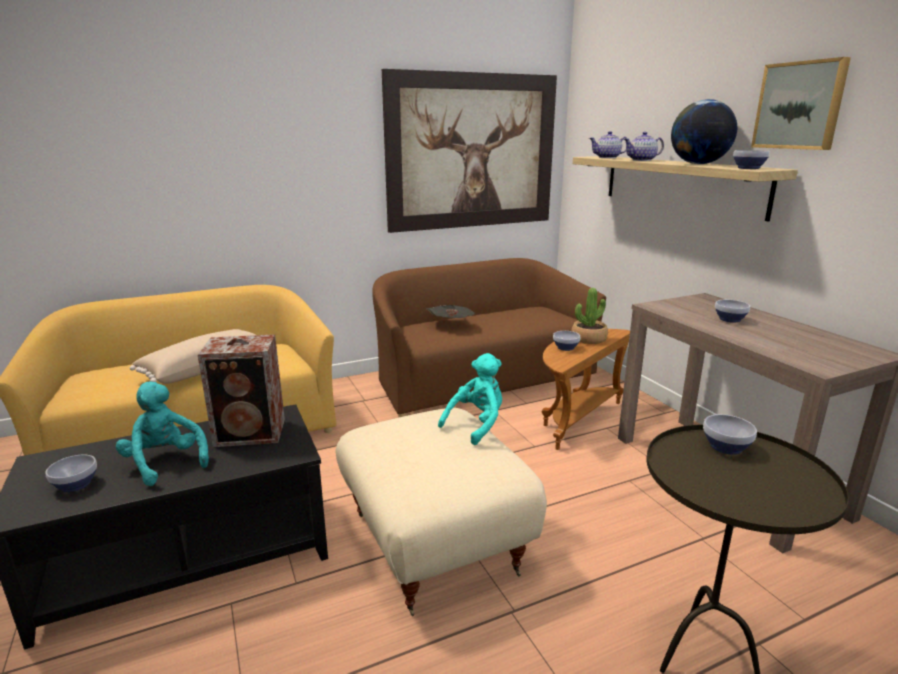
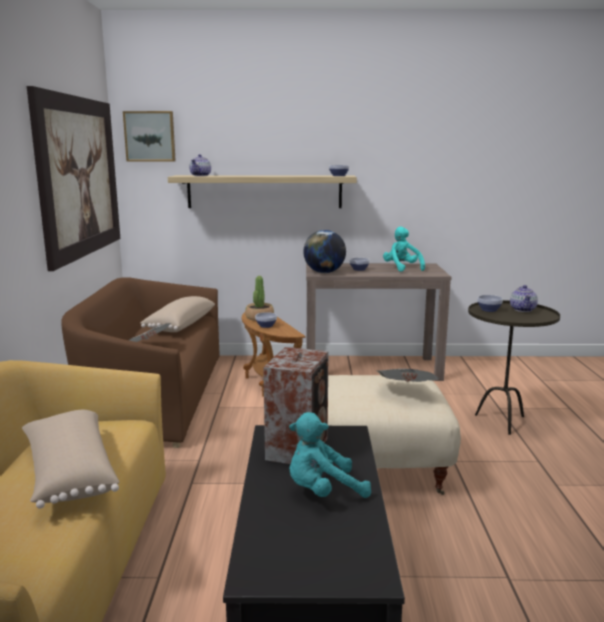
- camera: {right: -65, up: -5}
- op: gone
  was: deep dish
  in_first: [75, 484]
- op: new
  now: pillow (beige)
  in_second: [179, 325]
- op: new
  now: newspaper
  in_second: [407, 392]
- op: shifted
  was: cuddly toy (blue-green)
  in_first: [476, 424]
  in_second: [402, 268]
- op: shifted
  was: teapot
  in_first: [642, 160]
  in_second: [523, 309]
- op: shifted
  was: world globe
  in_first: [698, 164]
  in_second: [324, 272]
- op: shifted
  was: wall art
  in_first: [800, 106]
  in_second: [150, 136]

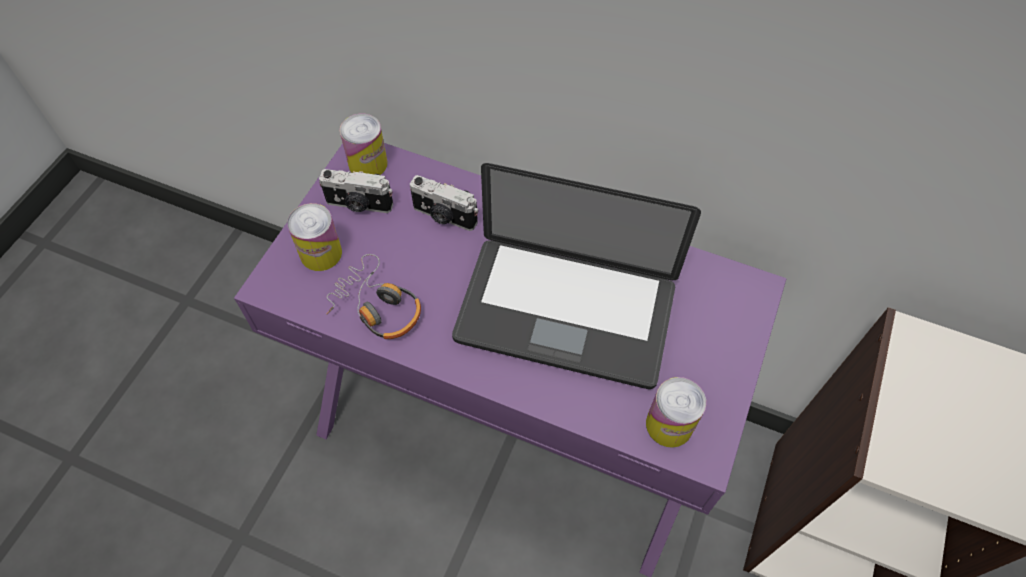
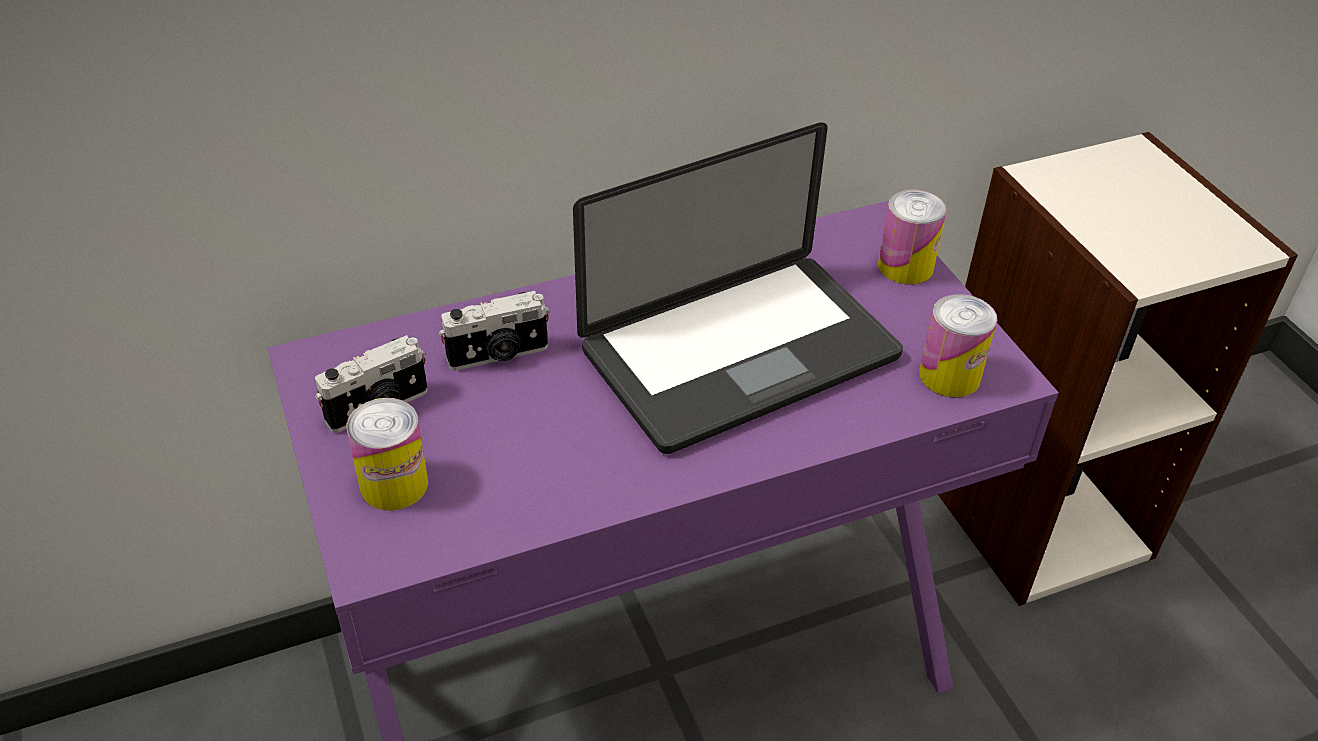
- camera: {right: -45, up: -15}
- op: gone
  was: pair of headphones
  in_first: [377, 306]
- op: shifted
  was: can
  in_first: [368, 164]
  in_second: [905, 266]

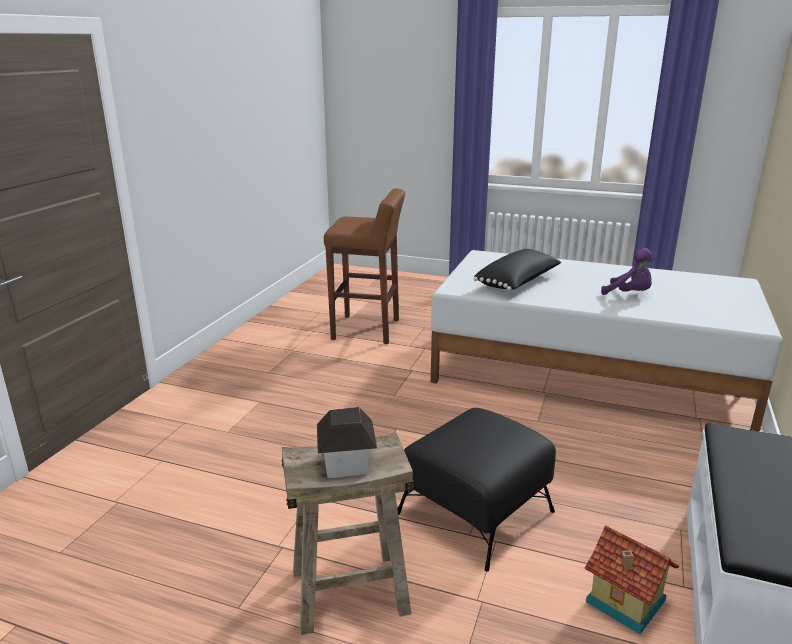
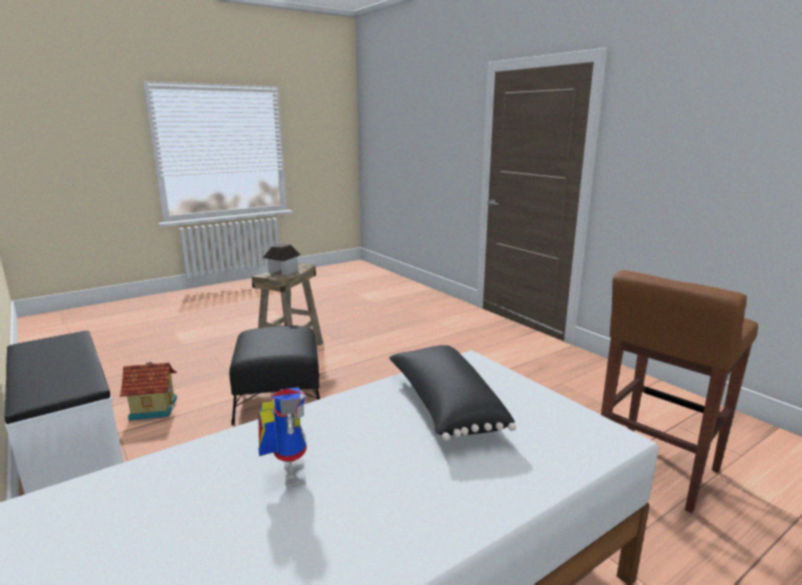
- camera: {right: 125, up: -5}
- op: swapped
  was: cuddly toy (purple)
  now: toy robot
  in_first: [629, 294]
  in_second: [287, 471]

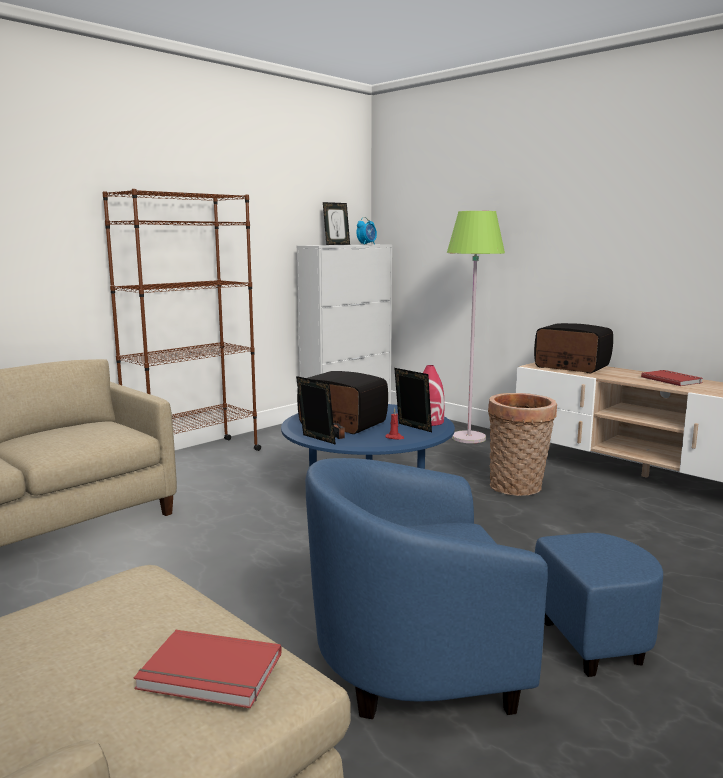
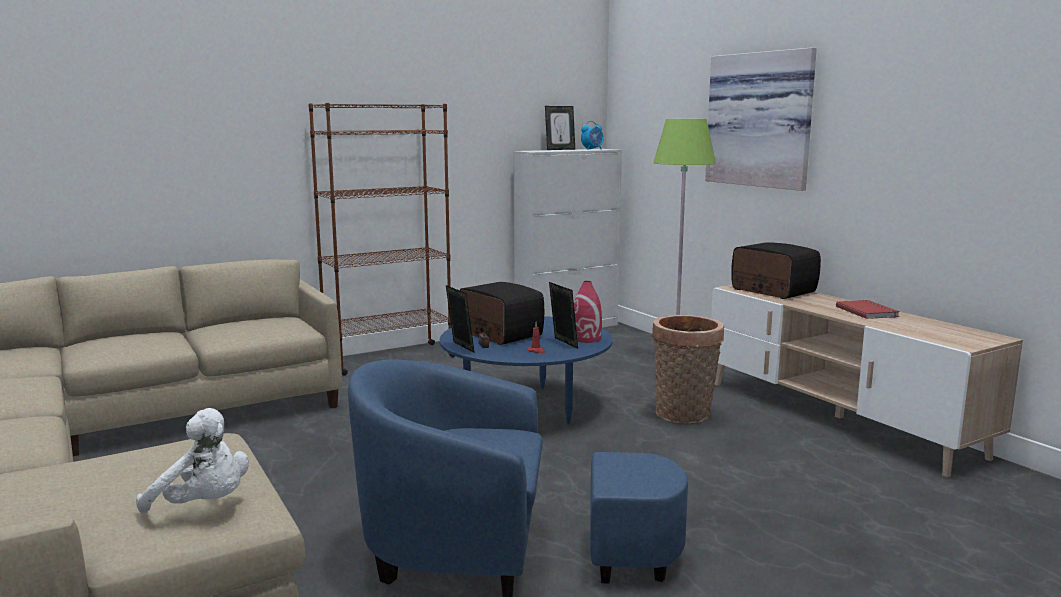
- camera: {right: 15, up: 0}
- op: new
  now: wall art
  in_second: [761, 119]
- op: swapped
  was: book (red)
  now: cuddly toy (whitish)
  in_first: [209, 674]
  in_second: [204, 505]

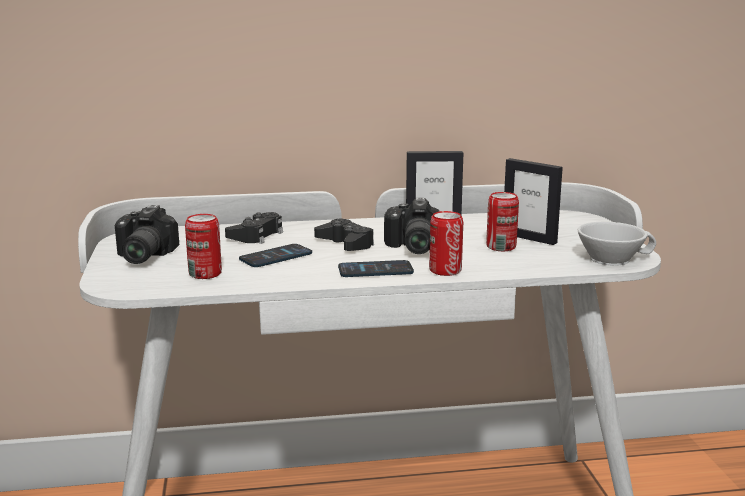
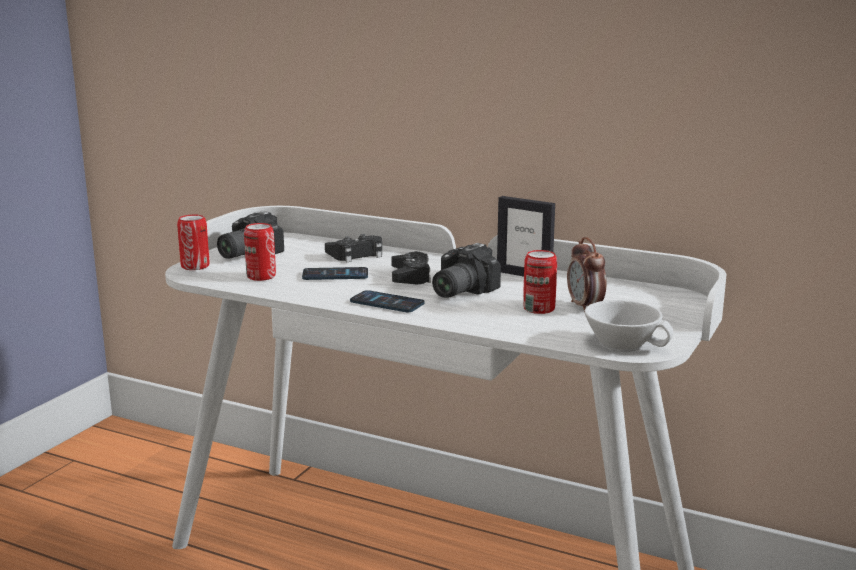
- camera: {right: 35, up: 0}
- op: shifted
  was: can
  in_first: [445, 270]
  in_second: [195, 266]
- op: swapped
  was: photo frame
  now: bedside clock
  in_first: [529, 238]
  in_second: [585, 307]

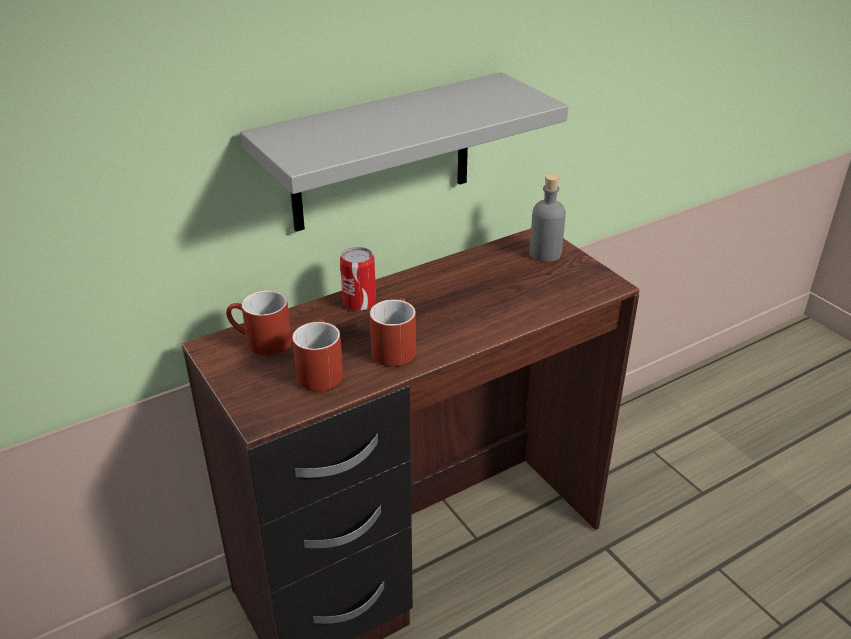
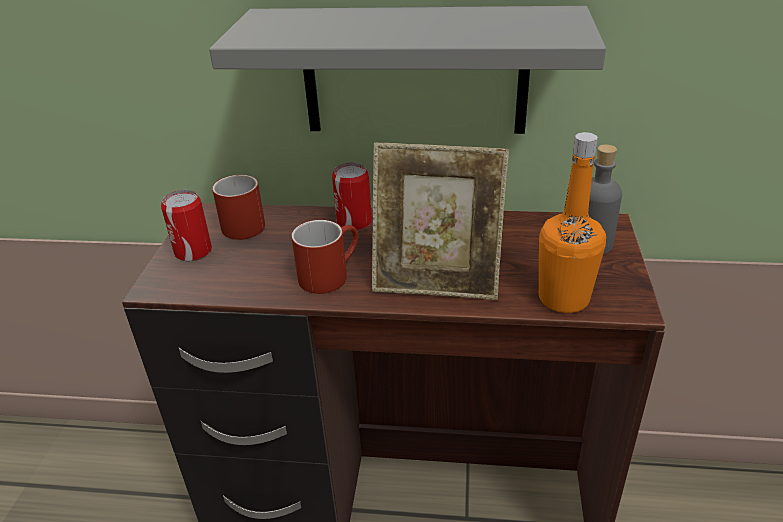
- camera: {right: 40, up: 0}
- op: gone
  was: tea mug (red)
  in_first: [319, 371]
- op: new
  now: can
  in_second: [193, 251]
- op: new
  now: photo frame
  in_second: [437, 281]
- op: new
  now: drink bottle (orange-coloured)
  in_second: [563, 298]

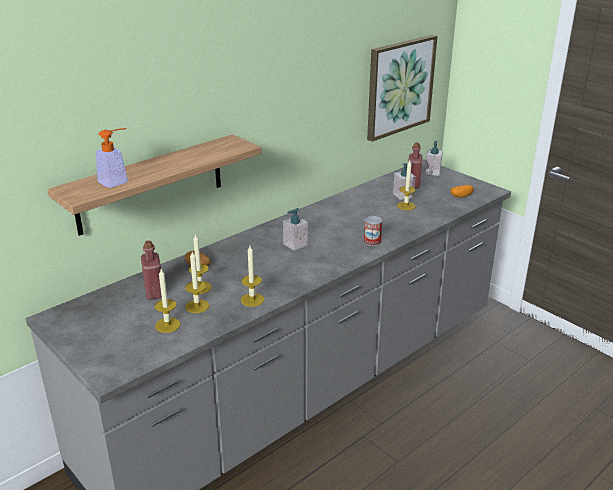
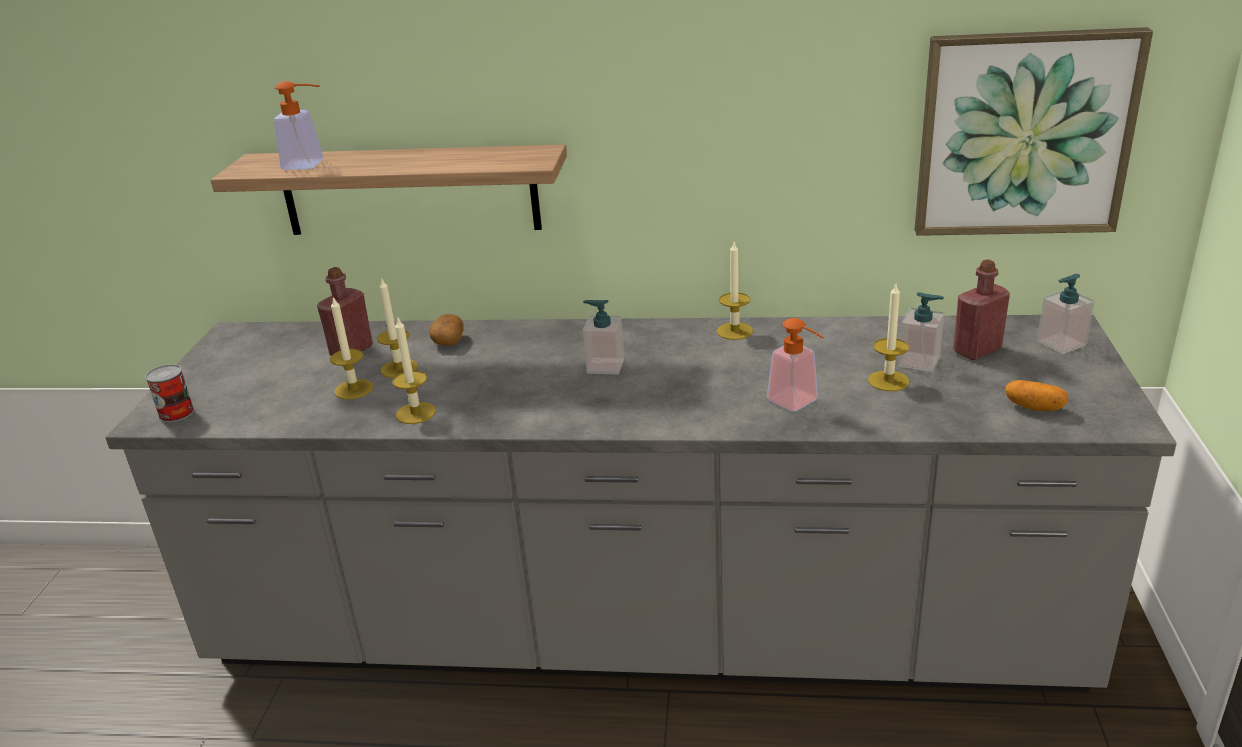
- camera: {right: 50, up: 0}
- op: new
  now: soap dispenser
  in_second: [798, 403]
- op: shifted
  was: wax candle
  in_first: [167, 325]
  in_second: [734, 331]
- op: shifted
  was: can
  in_first: [372, 241]
  in_second: [176, 413]

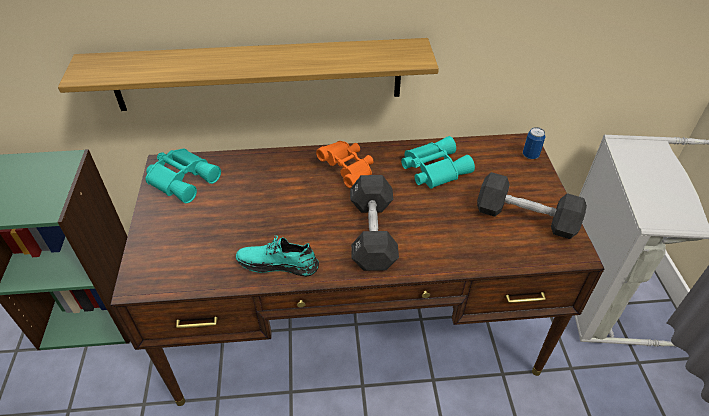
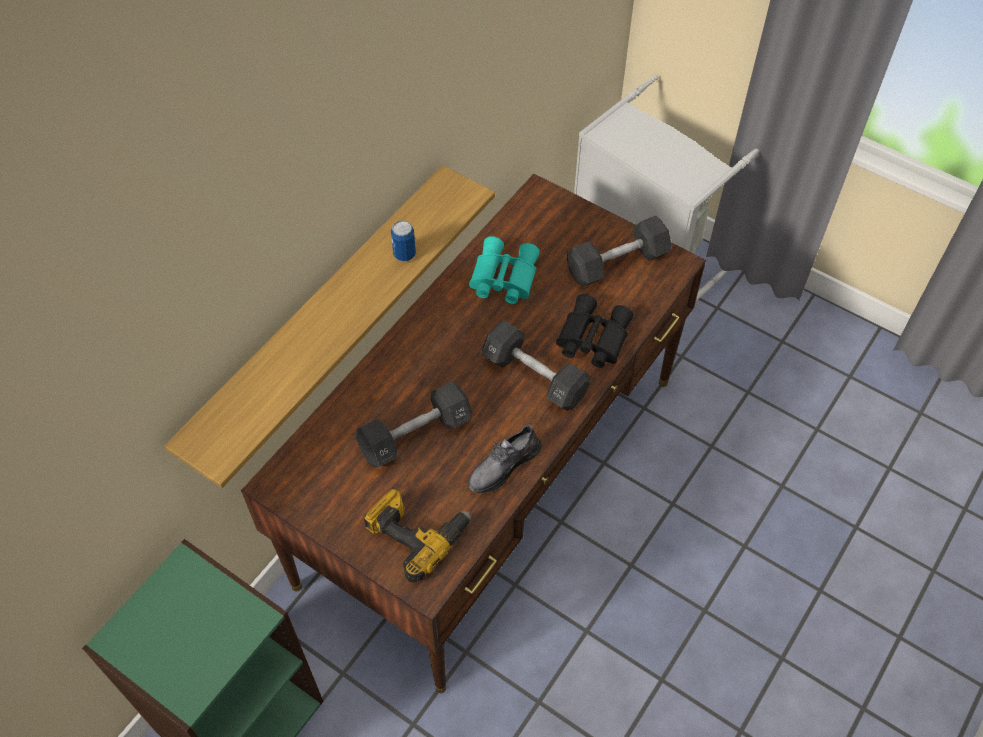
- camera: {right: -50, up: 10}
- op: gone
  was: binoculars (blue-green)
  in_first: [183, 178]
- op: gone
  was: binoculars (orange-coloured)
  in_first: [348, 170]
- op: new
  now: dumbbell (black)
  in_second: [415, 435]
- op: new
  now: power drill
  in_second: [416, 533]
- op: new
  now: binoculars (black)
  in_second: [591, 338]
- op: shifted
  was: can
  in_first: [530, 155]
  in_second: [404, 254]
- op: repainted
  was: low shoe (blue-green)
  now: low shoe (gray)
  in_first: [278, 263]
  in_second: [503, 465]

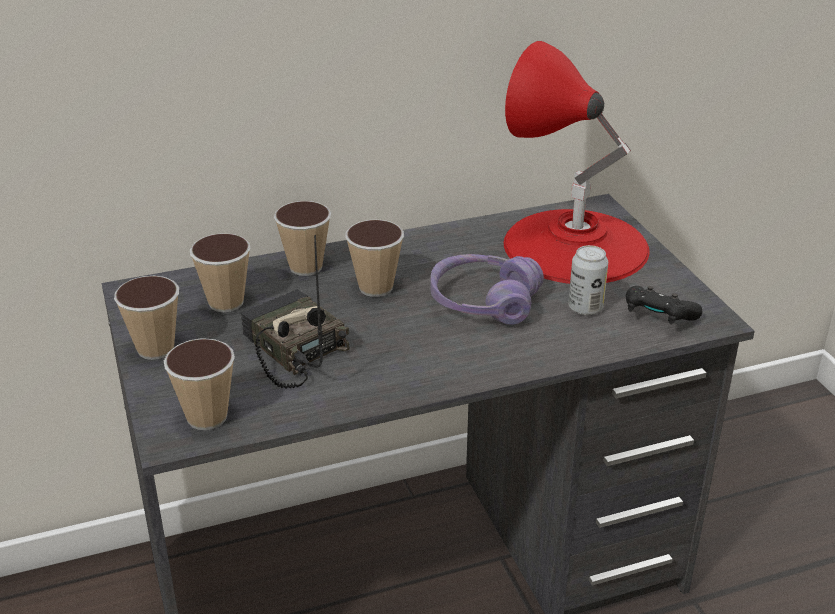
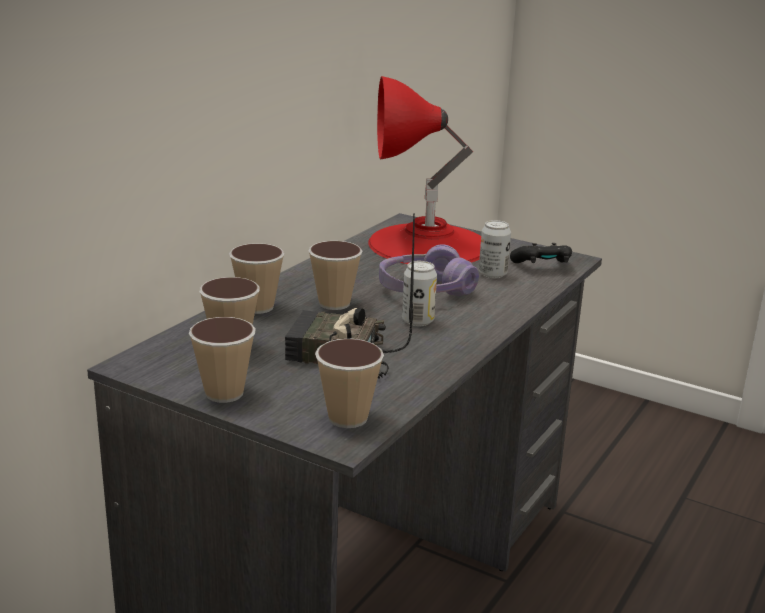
- camera: {right: -40, up: -10}
- op: new
  now: can
  in_second: [418, 321]

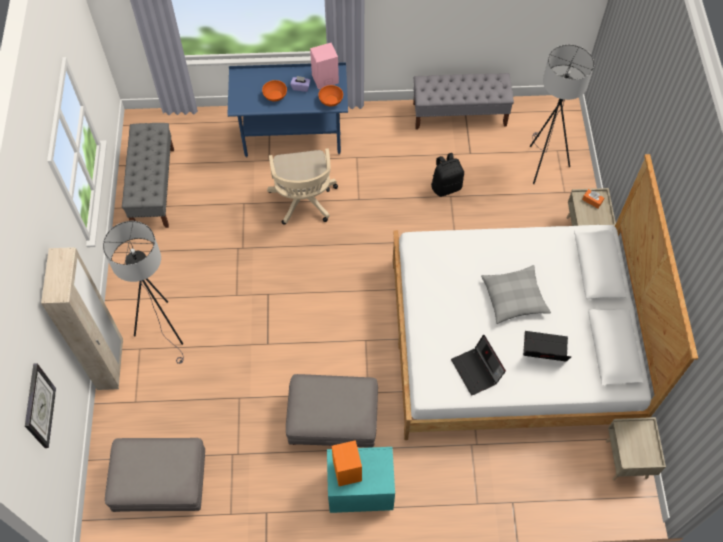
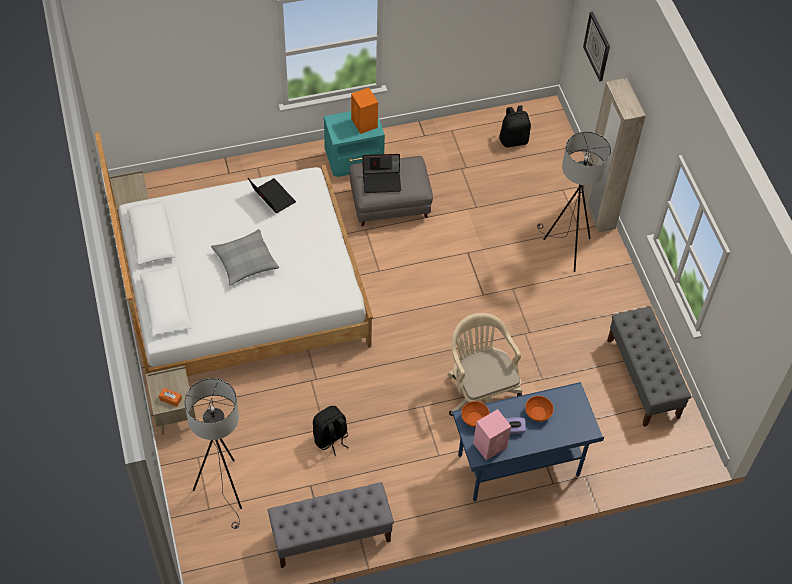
- camera: {right: 165, up: -5}
- op: shifted
  was: laptop
  in_first: [544, 350]
  in_second: [382, 180]
- op: swapped
  was: ottoman (gray)
  now: backpack (black)
  in_first: [161, 484]
  in_second: [513, 140]

